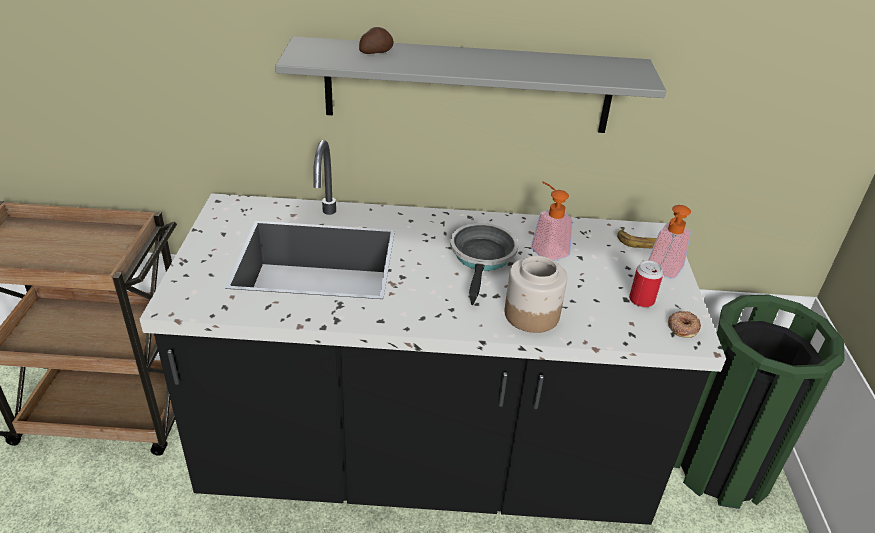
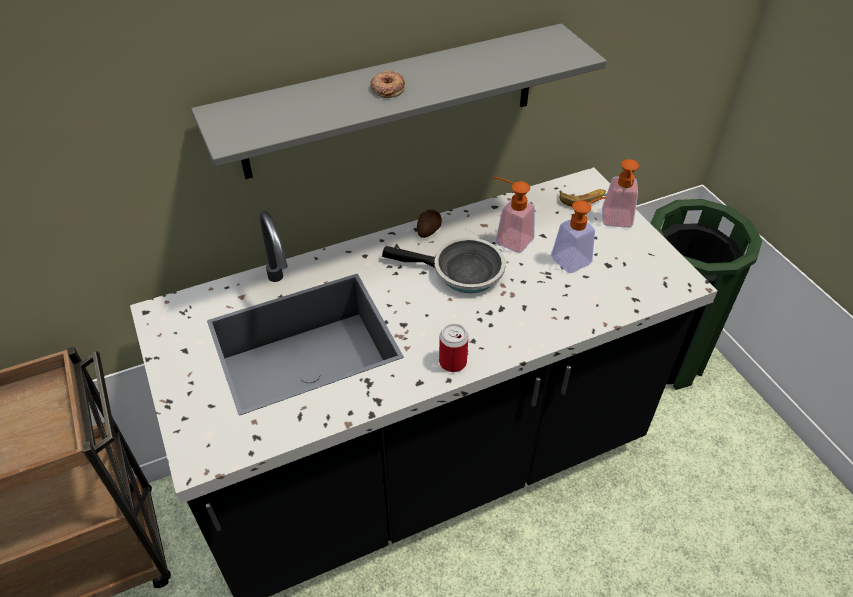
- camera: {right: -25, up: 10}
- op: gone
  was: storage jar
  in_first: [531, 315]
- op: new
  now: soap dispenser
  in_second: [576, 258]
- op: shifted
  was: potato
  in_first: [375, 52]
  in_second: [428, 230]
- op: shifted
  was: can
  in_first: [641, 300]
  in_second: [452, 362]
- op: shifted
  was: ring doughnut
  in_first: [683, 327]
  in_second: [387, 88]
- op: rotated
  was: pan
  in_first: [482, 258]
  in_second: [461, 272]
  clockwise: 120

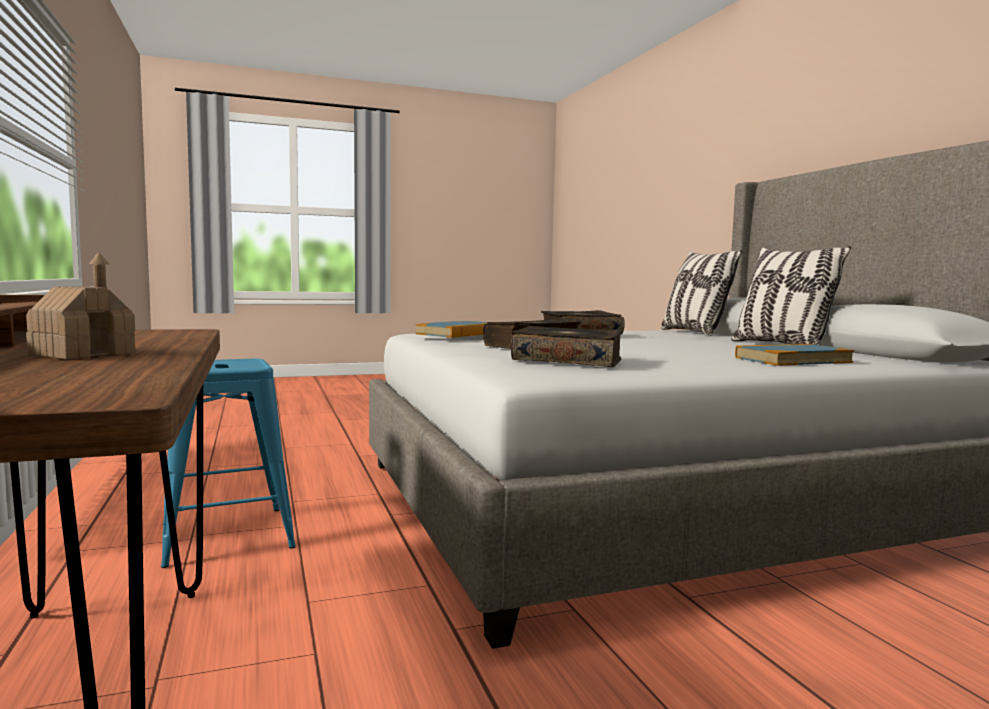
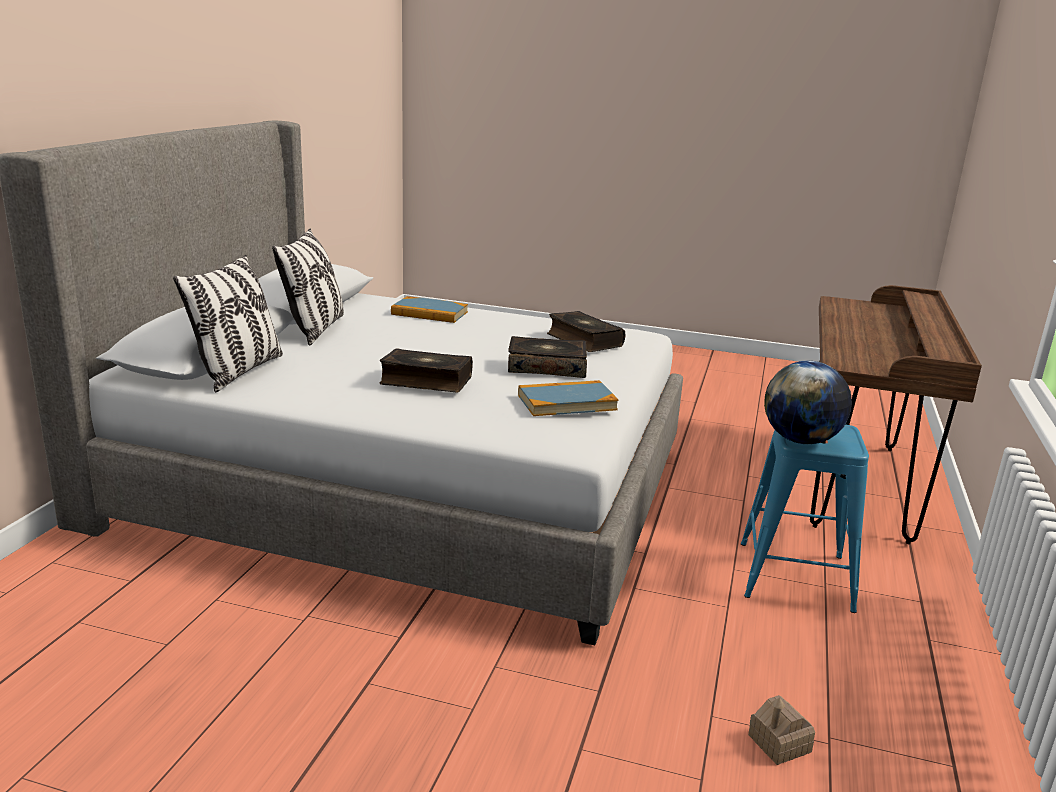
- camera: {right: -145, up: 15}
- op: new
  now: world globe
  in_second: [801, 440]
- op: shifted
  was: toy house
  in_first: [83, 354]
  in_second: [779, 743]

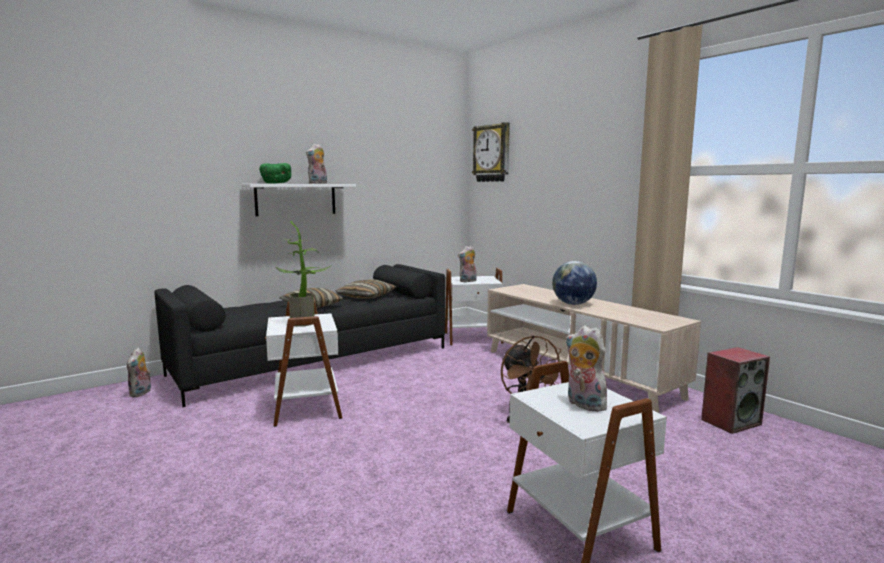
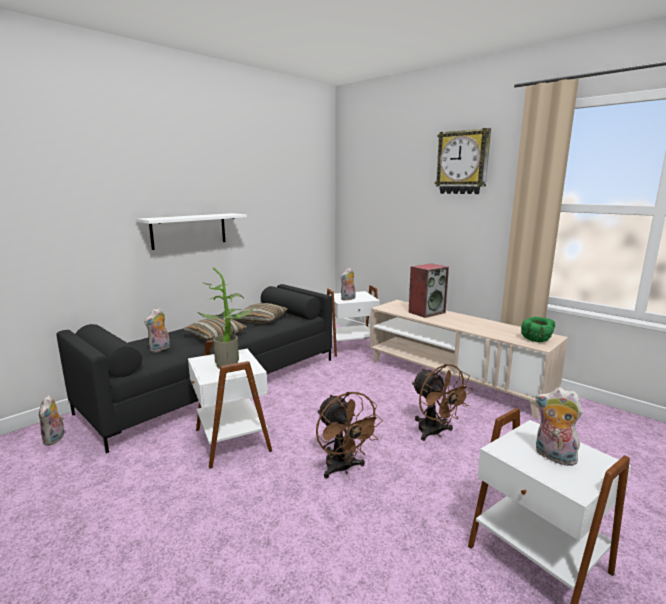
- camera: {right: -10, up: 5}
- op: gone
  was: world globe
  in_first: [573, 304]
- op: new
  now: fan (brown)
  in_second: [343, 469]
- op: shifted
  was: deep dish (greenish)
  in_first: [275, 183]
  in_second: [537, 340]
- op: shifted
  was: cuddly toy
  in_first: [318, 183]
  in_second: [160, 349]
- op: shifted
  was: wall clock
  in_first: [492, 153]
  in_second: [462, 162]
- op: shifted
  was: speaker
  in_first: [731, 421]
  in_second: [426, 312]

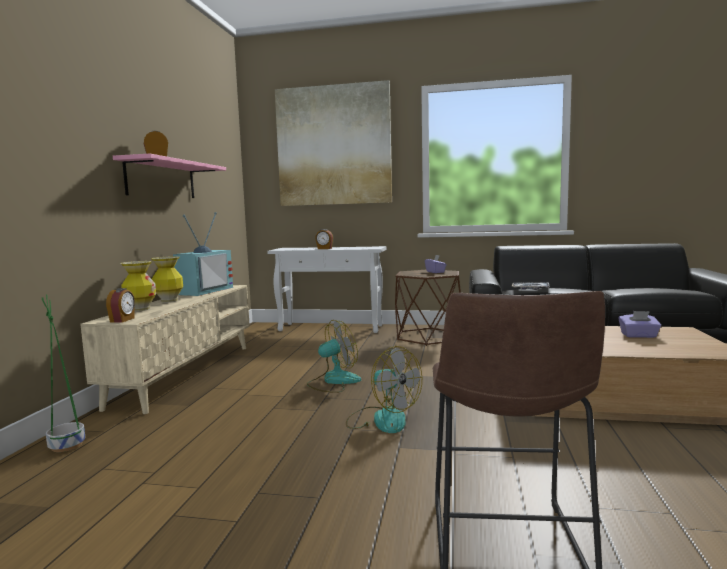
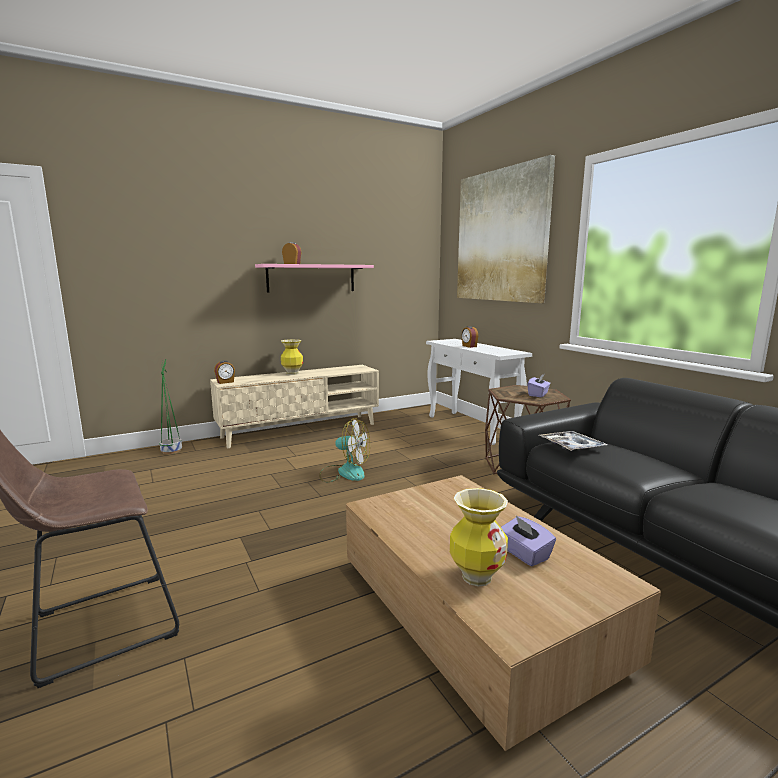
- camera: {right: 50, up: 5}
- op: gone
  was: TV set
  in_first: [204, 290]
- op: gone
  was: fan
  in_first: [382, 419]
- op: shifted
  was: flower vase
  in_first: [140, 309]
  in_second: [476, 577]

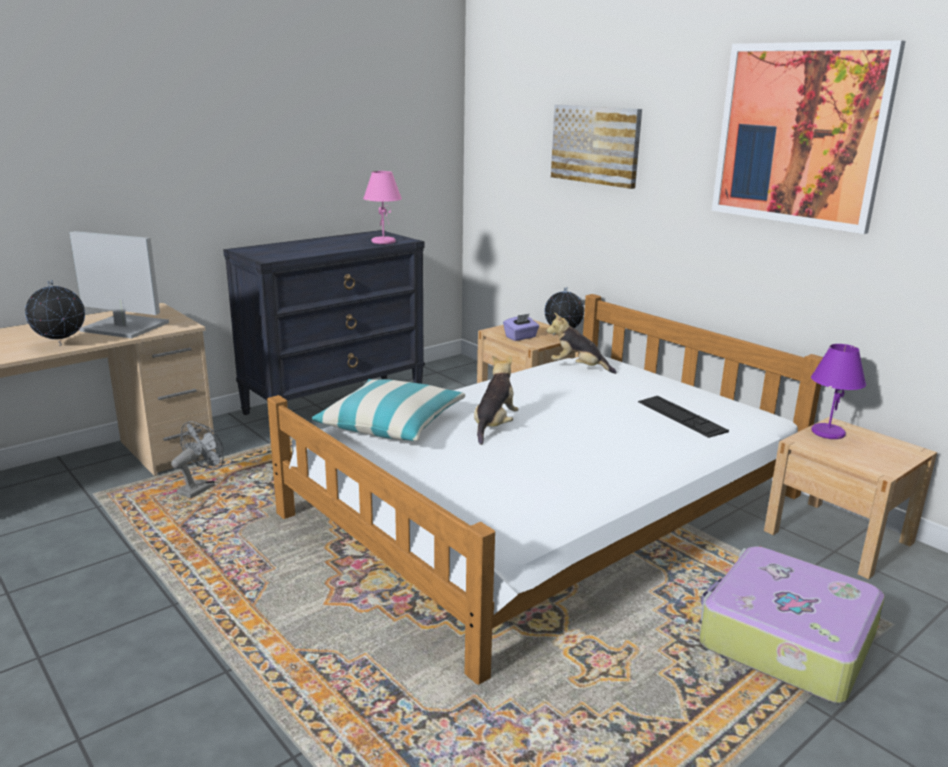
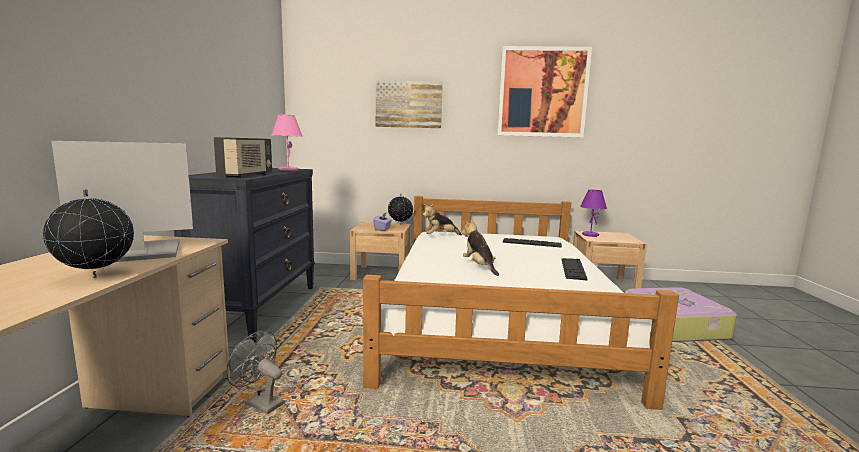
- camera: {right: -45, up: -10}
- op: gone
  was: pillow
  in_first: [391, 424]
- op: new
  now: radio
  in_second: [246, 175]
- op: new
  now: PC keyboard
  in_second: [573, 268]
- op: rotated
  was: fan (gray)
  in_first: [200, 488]
  in_second: [259, 403]
  clockwise: -45

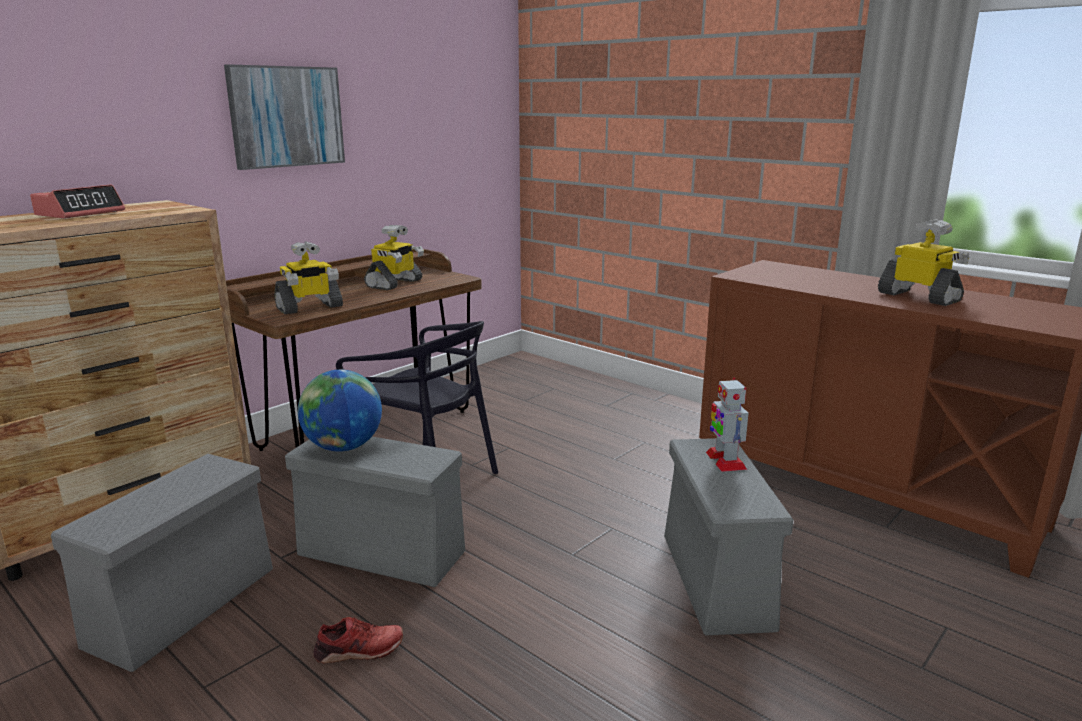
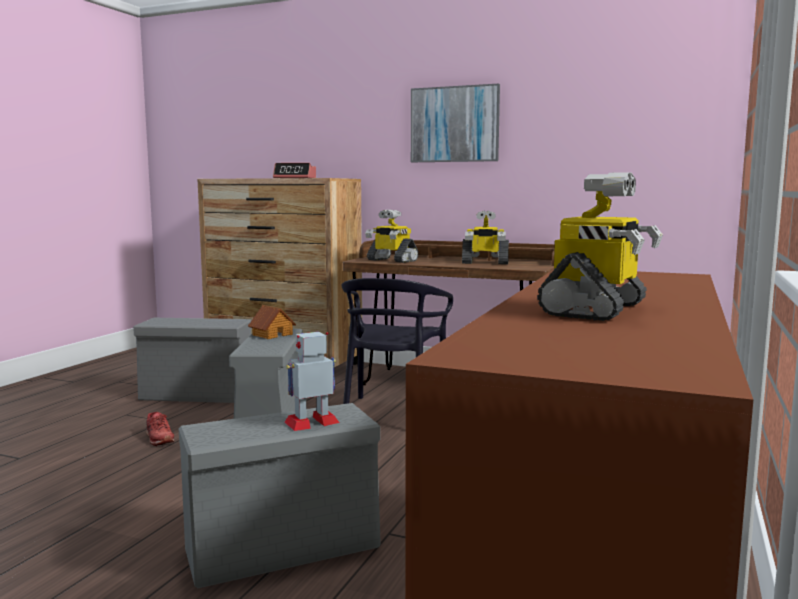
- camera: {right: 70, up: -10}
- op: swapped
  was: world globe
  now: toy house
  in_first: [343, 447]
  in_second: [272, 334]

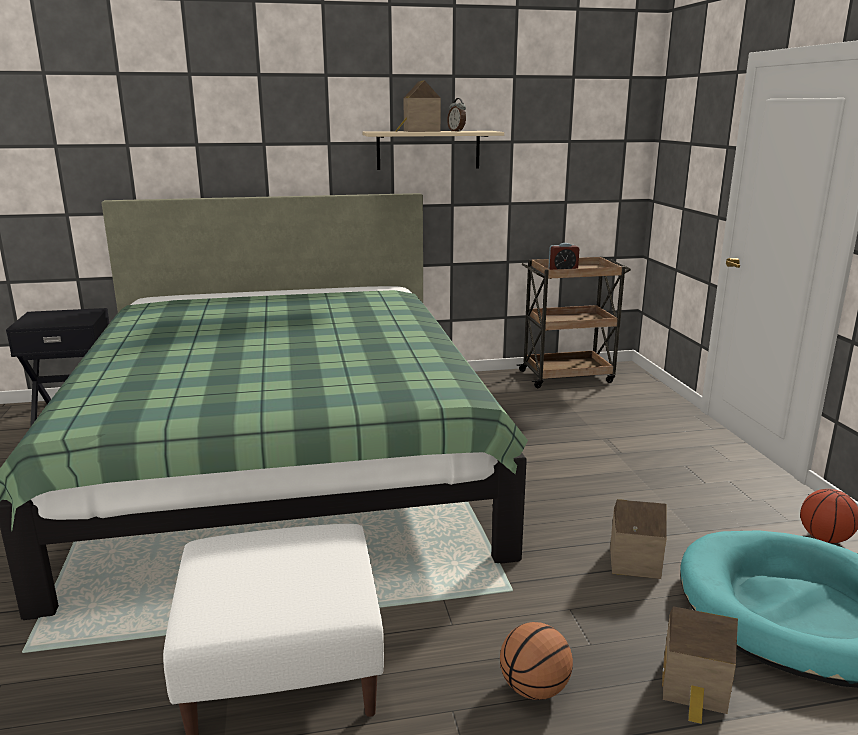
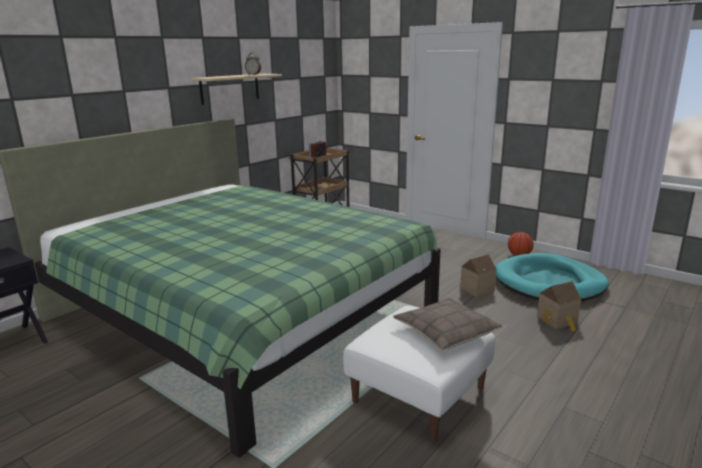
- camera: {right: -40, up: 0}
- op: gone
  was: toy house
  in_first: [419, 131]
- op: gone
  was: basketball ball
  in_first: [534, 689]
- op: new
  now: pillow
  in_second: [445, 331]

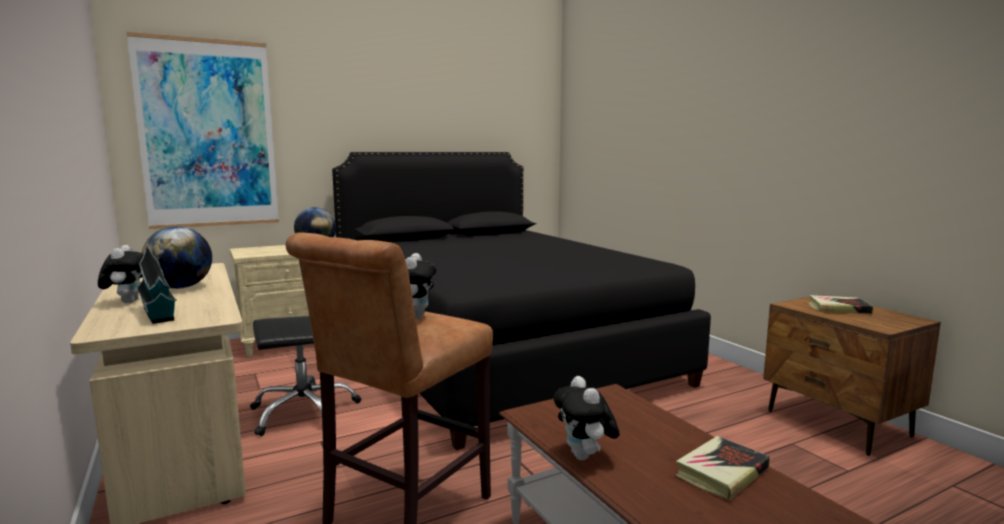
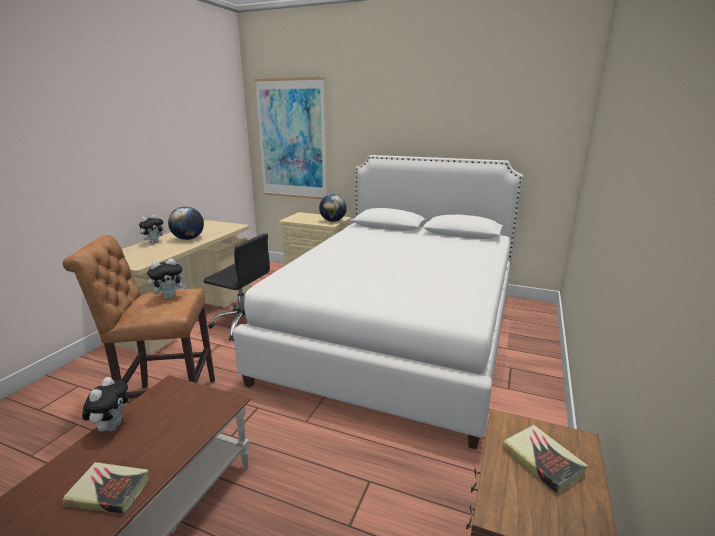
- camera: {right: 50, up: 10}
- op: gone
  was: toy house
  in_first: [158, 314]
- op: repainted
  was: bedroom bed (black)
  now: bedroom bed (whitish)
  in_first: [495, 352]
  in_second: [398, 333]
- op: rotated
  was: cuddly toy
  in_first: [585, 457]
  in_second: [112, 426]
  clockwise: 150

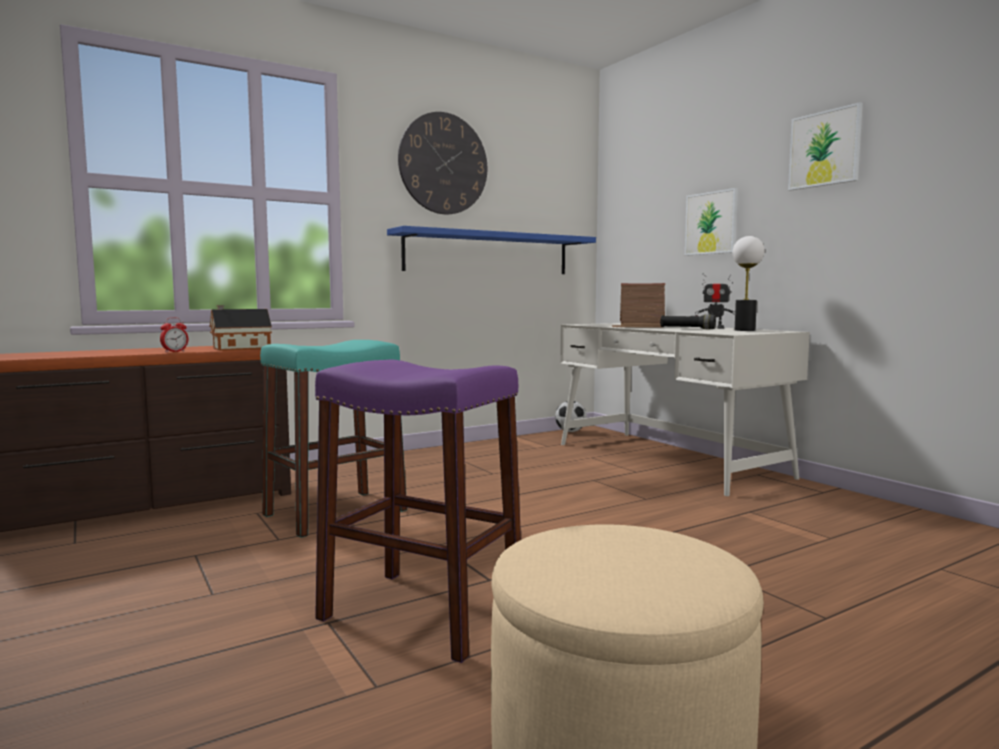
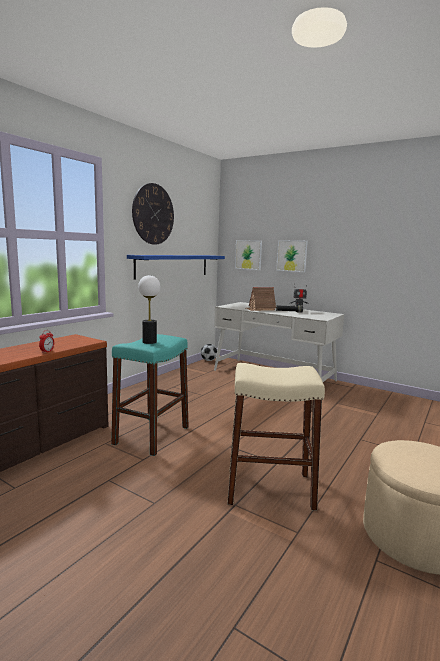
- camera: {right: -25, up: 5}
- op: gone
  was: toy house
  in_first: [239, 348]
- op: shifted
  was: table lamp
  in_first: [745, 330]
  in_second: [149, 342]
- op: shifted
  was: wall art
  in_first: [824, 149]
  in_second: [248, 254]
- op: repainted
  was: sitting stool (purple)
  now: sitting stool (beige)
  in_first: [421, 612]
  in_second: [269, 488]

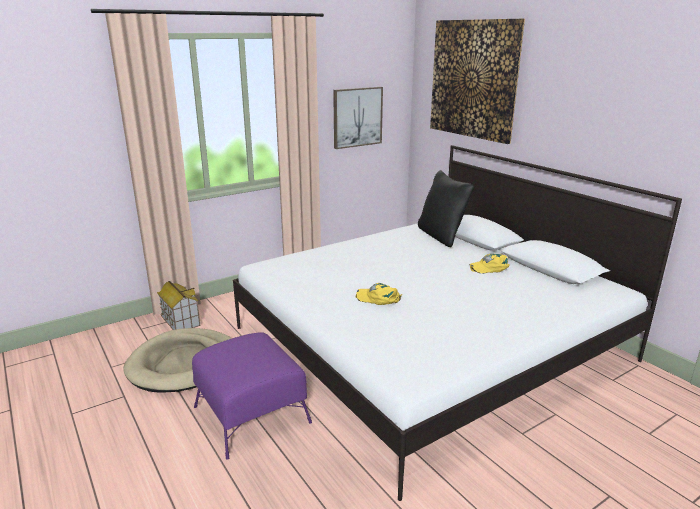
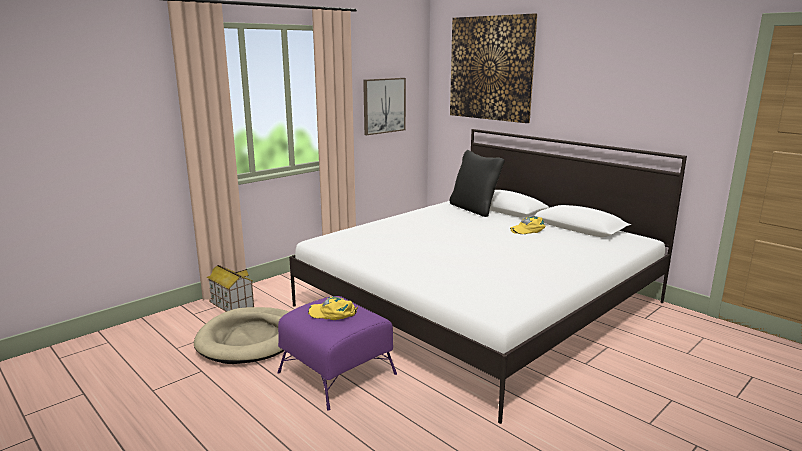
- camera: {right: -10, up: -5}
- op: shifted
  was: cap (yellow)
  in_first: [378, 298]
  in_second: [333, 313]

